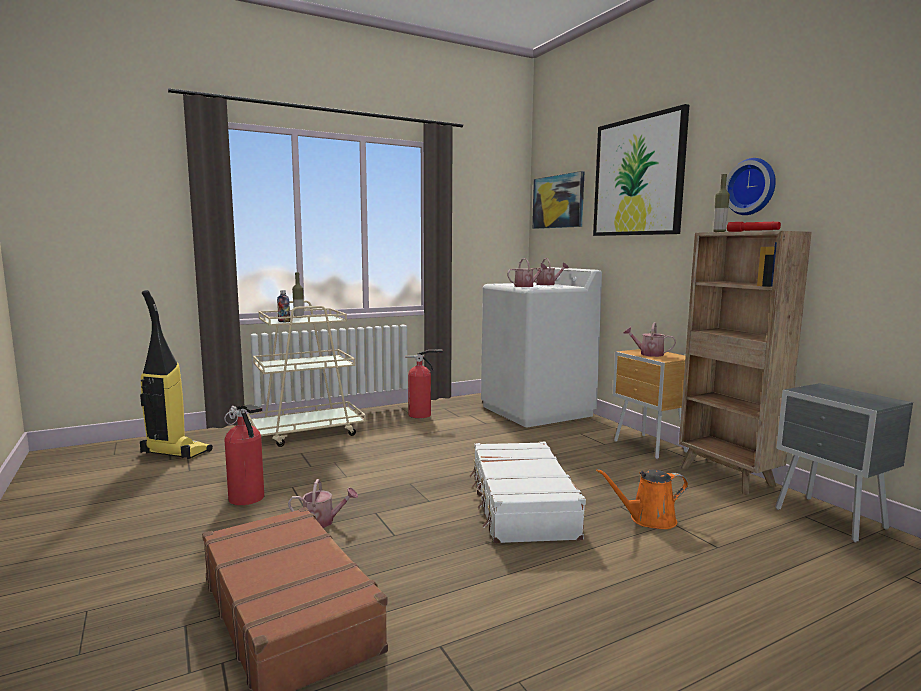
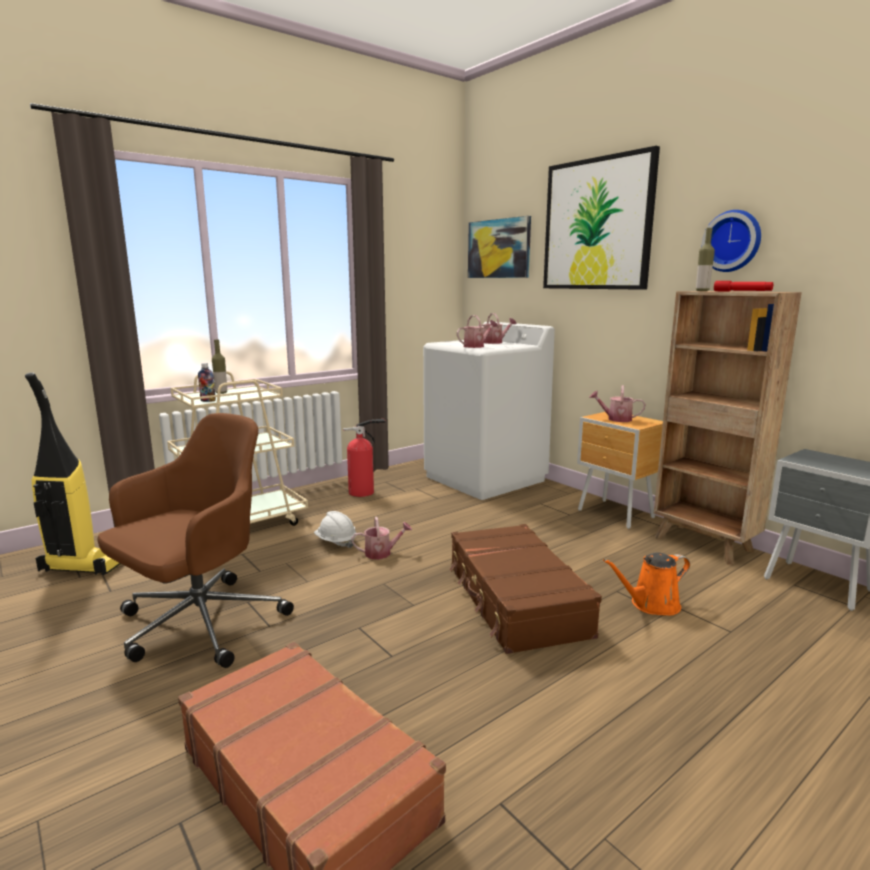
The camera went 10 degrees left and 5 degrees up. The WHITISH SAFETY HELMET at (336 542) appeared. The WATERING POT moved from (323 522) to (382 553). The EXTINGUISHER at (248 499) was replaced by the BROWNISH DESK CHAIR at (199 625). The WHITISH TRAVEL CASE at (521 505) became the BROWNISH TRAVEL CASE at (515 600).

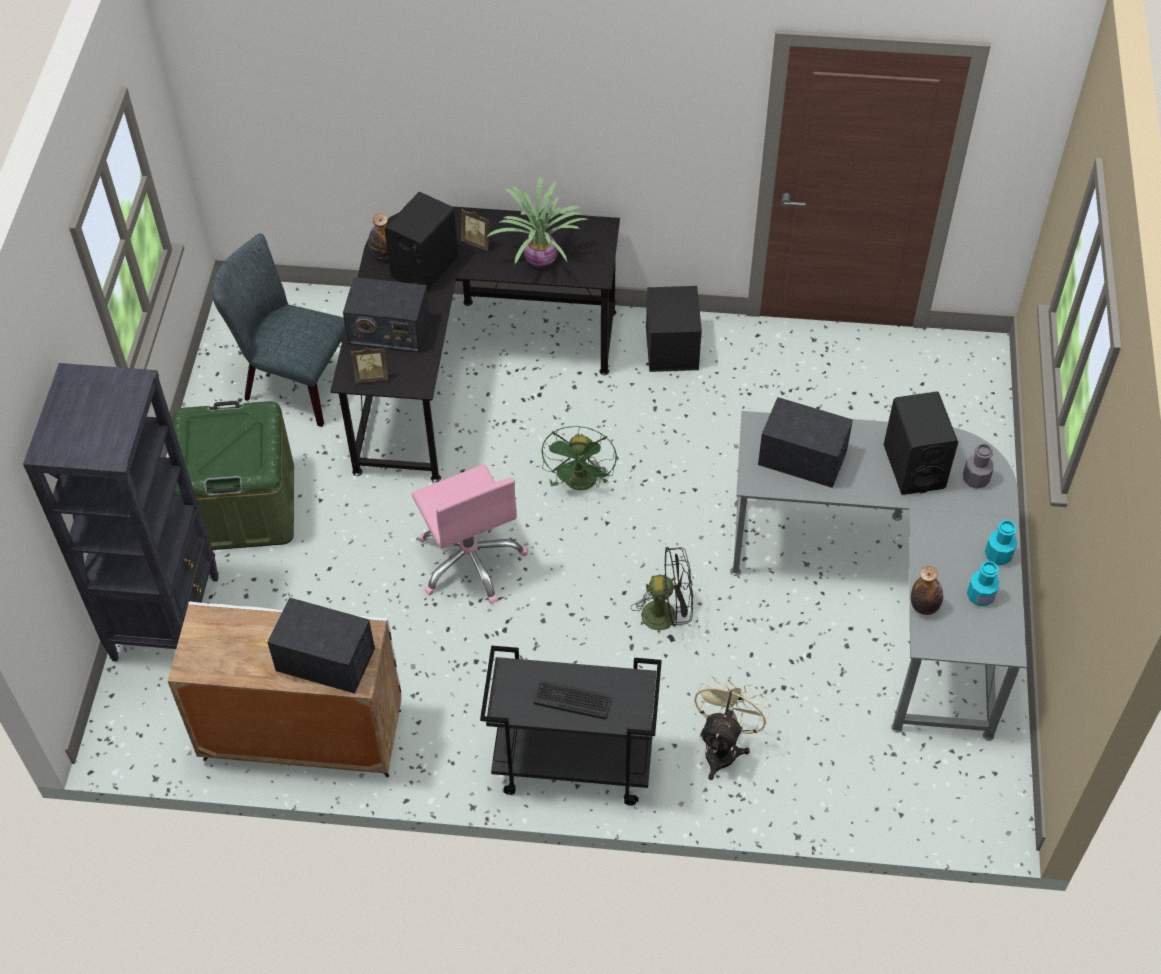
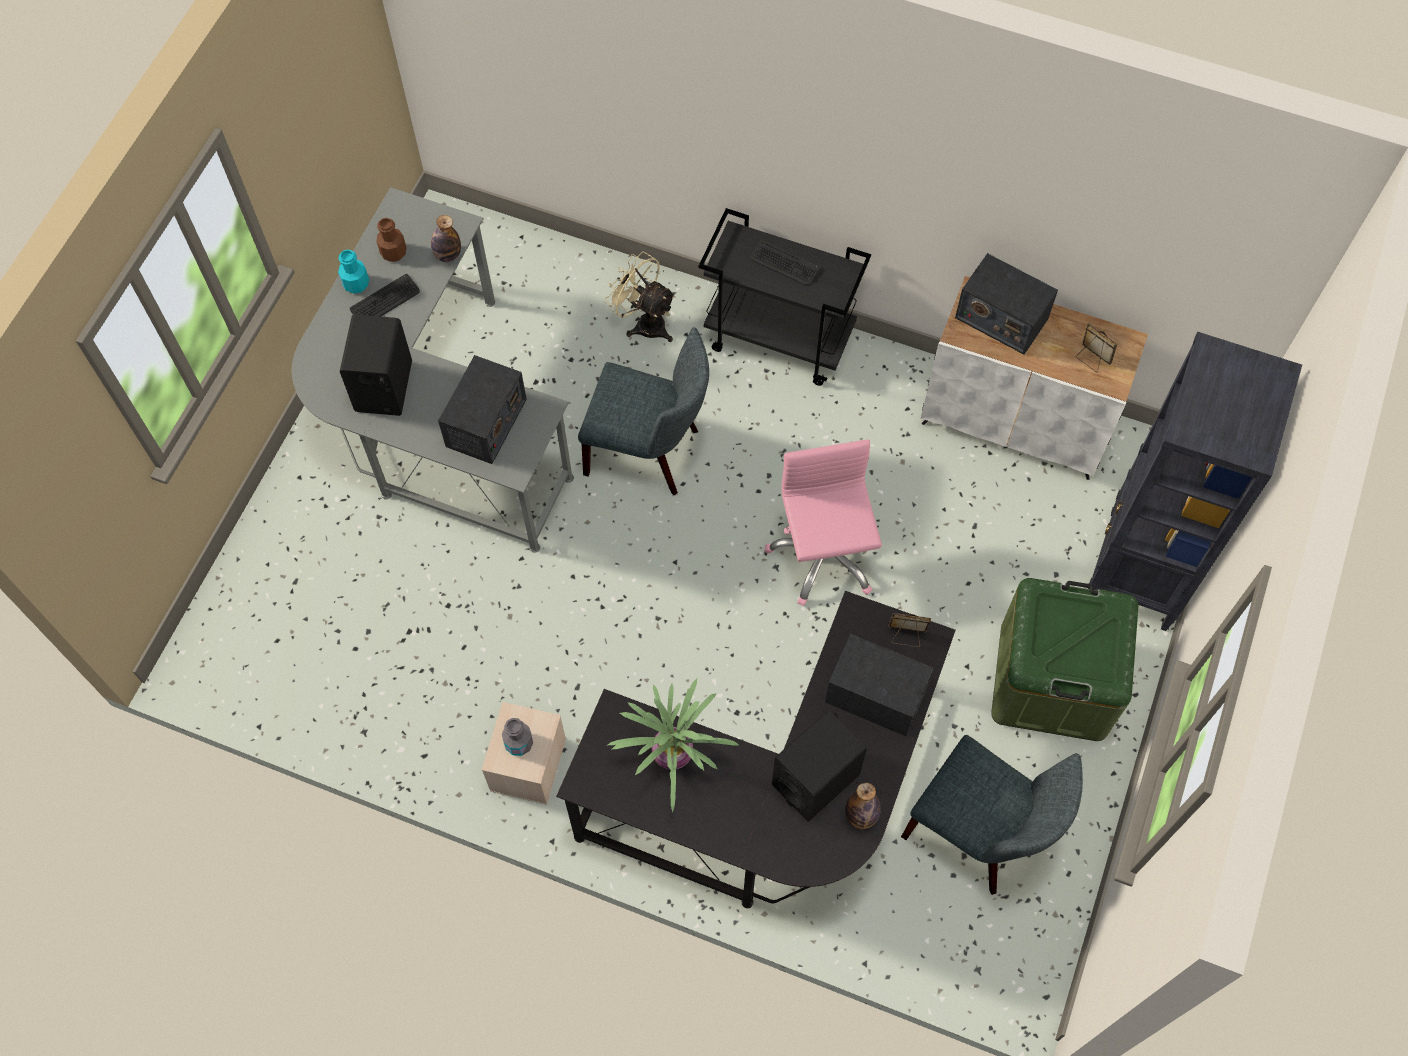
The camera went 165 degrees left and 10 degrees up. The GREENISH COOLING FAN at (581 484) disappeared. The KEYBOARD at (385 301) appeared. The STANDING FRAME moved from (478 242) to (1091 359). The GREY BOTTLE moved from (975 479) to (519 743). The BLACK-COLOURED COOLING FAN at (667 614) was replaced by the GREY PLAIN CHAIR at (649 452). The BLACK-COLOURED STORAGE CONTAINER at (671 347) became the SAND-COLOURED STORAGE CONTAINER at (529 765). The TURQUOISE BOTTLE at (980 596) became the BROWNISH BOTTLE at (393 252). The SAND-COLOURED COOLING FAN at (723 747) turned 90 degrees clockwise. The RADIO RECEIVER at (803 458) turned 105 degrees counterclockwise.

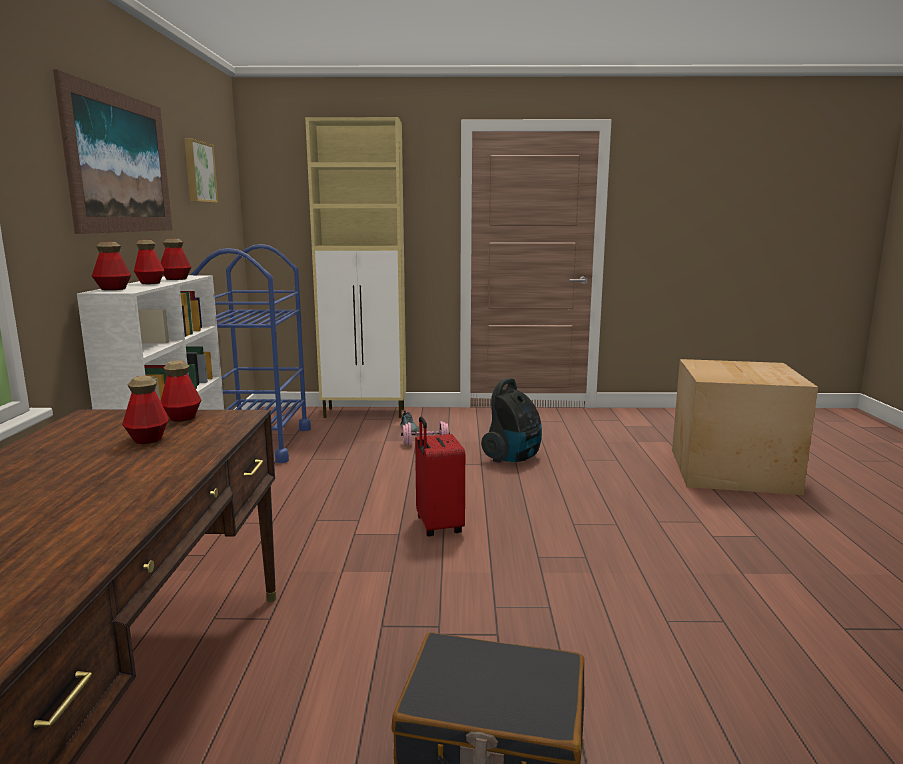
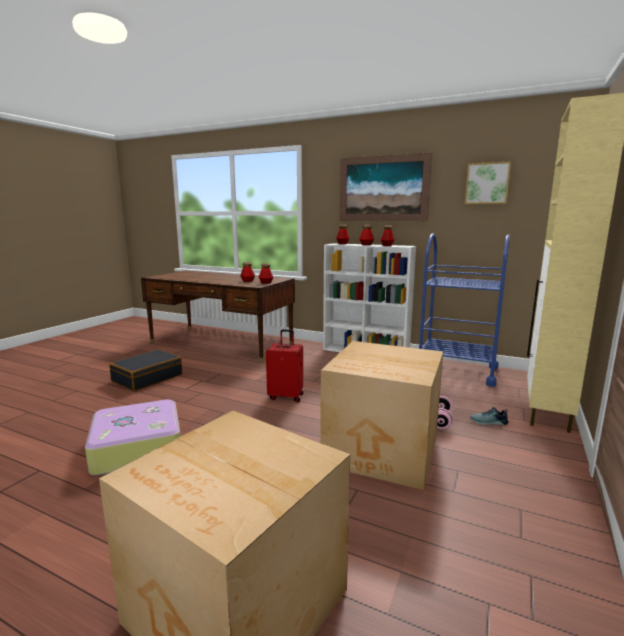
The camera went 115 degrees right and 0 degrees up. The TRAVEL CASE at (137 447) appeared. The HOOVER at (513 458) was replaced by the CARTON at (383 451).

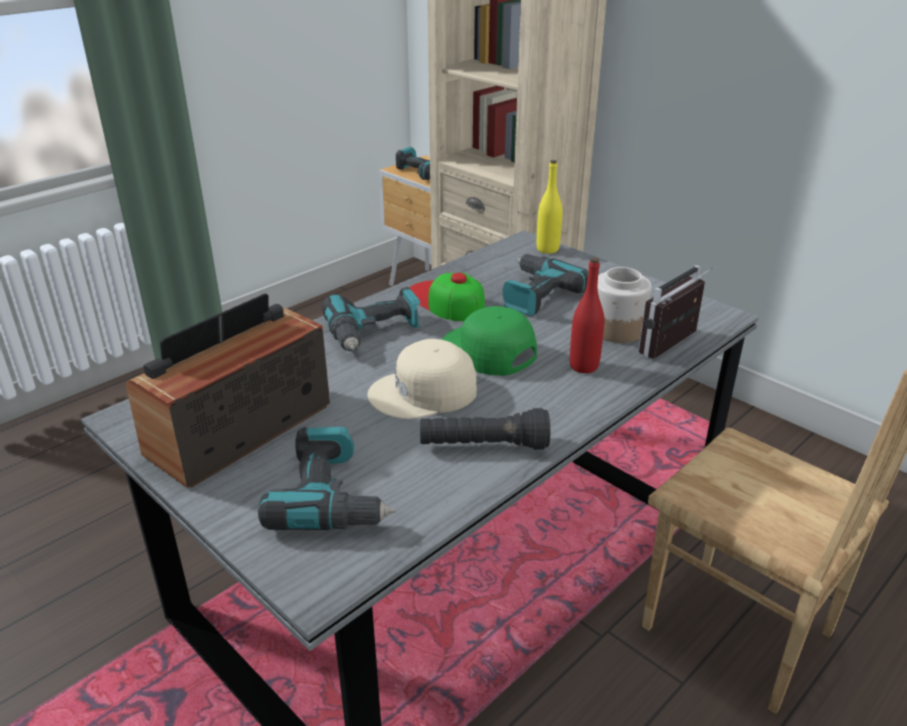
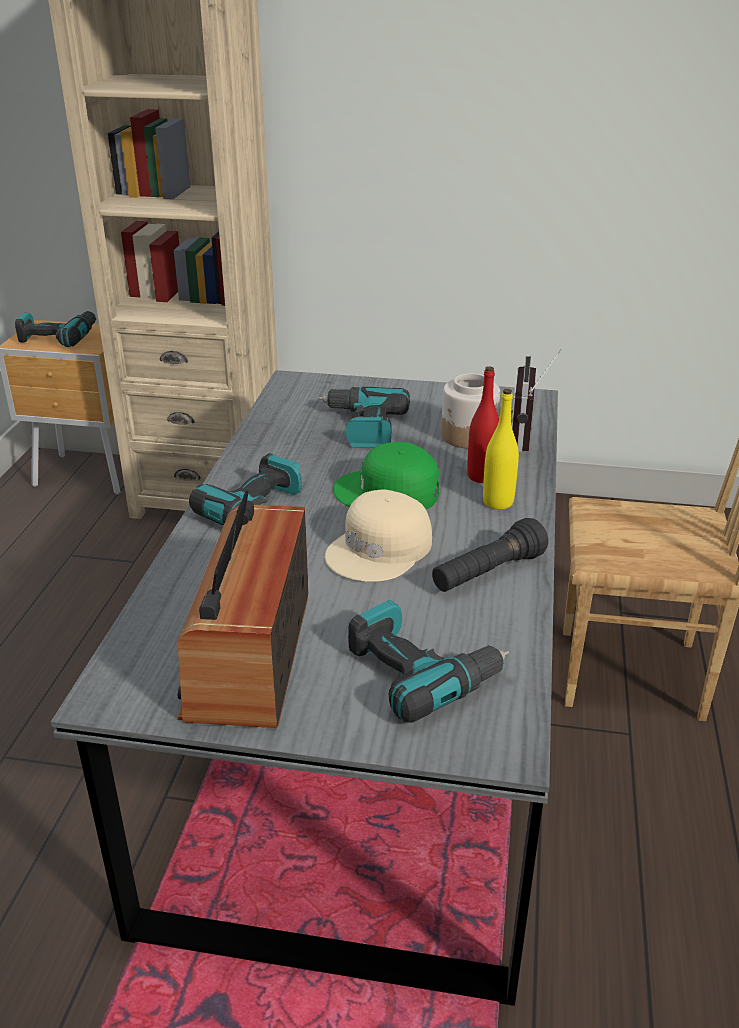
The camera went 35 degrees left and 0 degrees up. The PEAKED CAP at (445 300) disappeared. The YELLOW-COLOURED BOTTLE moved from (547 249) to (498 502).

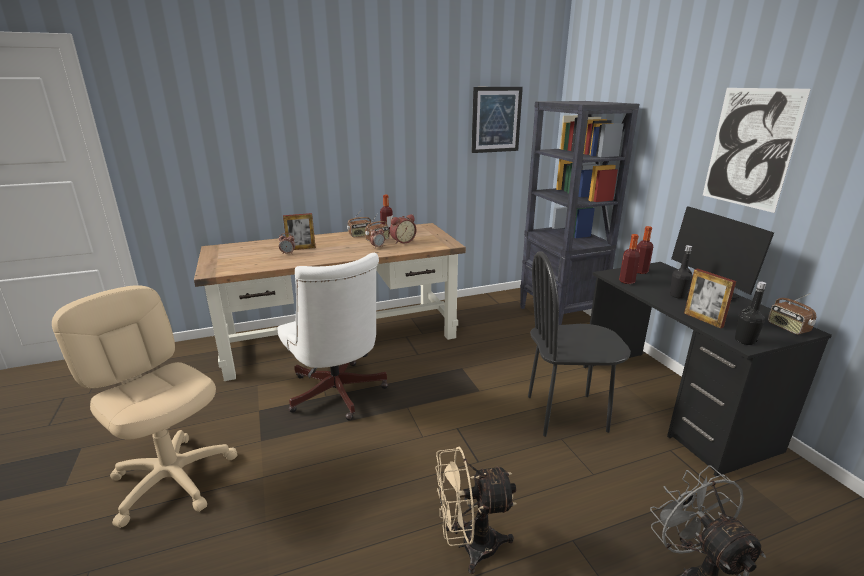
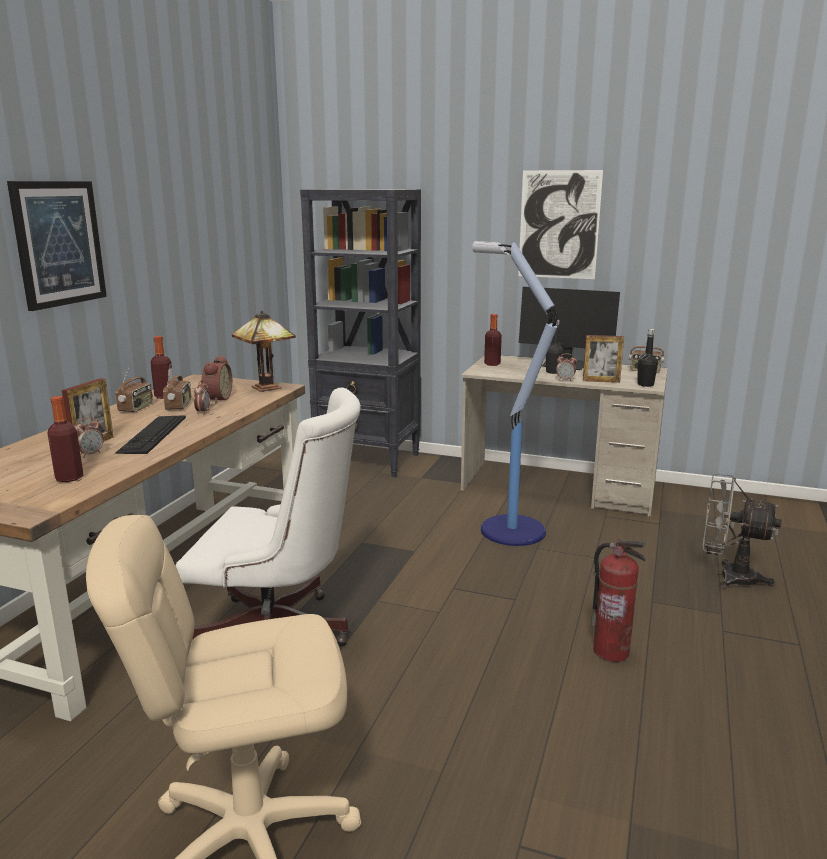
The camera went 50 degrees left and 5 degrees down. The KEYBOARD at (153 434) appeared. The TABLETOP LAMP at (268 388) appeared. The BEDSIDE CLOCK at (565 380) appeared. The WALL ART moved from (496 120) to (58 243). The BOTTLE moved from (626 281) to (69 478). The SAND-COLOURED COOLING FAN at (469 546) was replaced by the EXTINGUISHER at (611 651). The BLACK-COLOURED PLAIN CHAIR at (566 414) was replaced by the STANDING LAMP at (510 530). The BLACK-COLOURED DESK TABLE at (670 405) became the SAND-COLOURED DESK TABLE at (559 488).

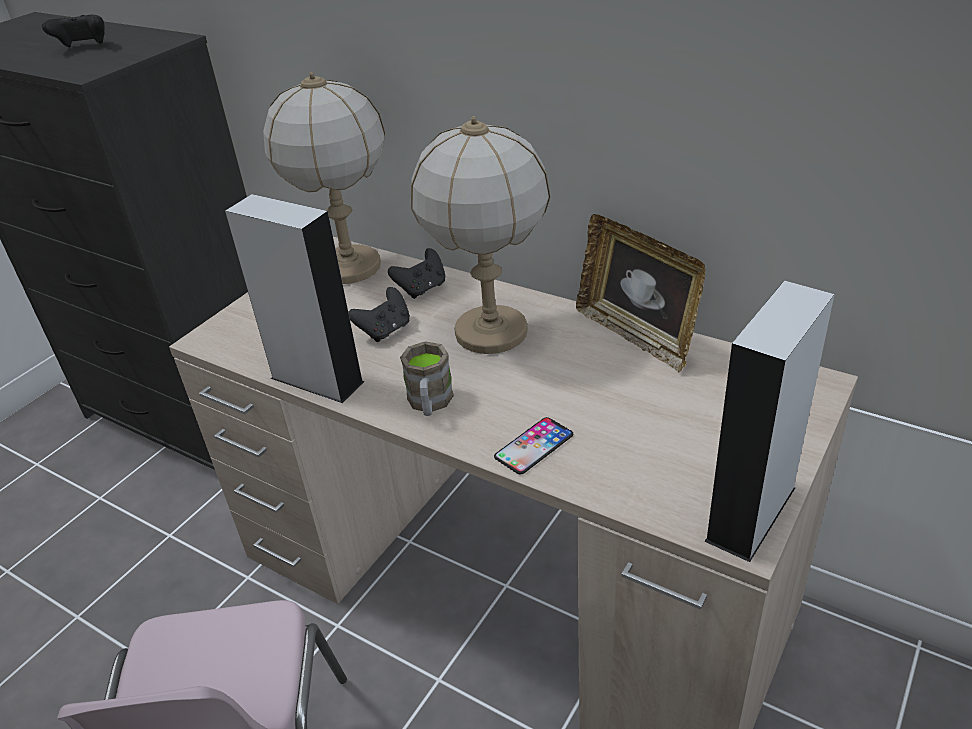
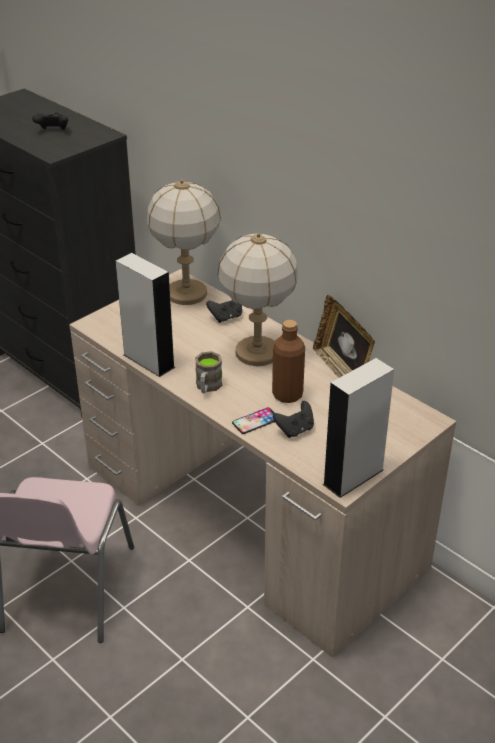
The camera went 10 degrees right and 0 degrees up. The BROWNISH BOTTLE at (287 395) appeared. The BLACK-COLOURED GAME CONTROLLER moved from (385 331) to (295 430).

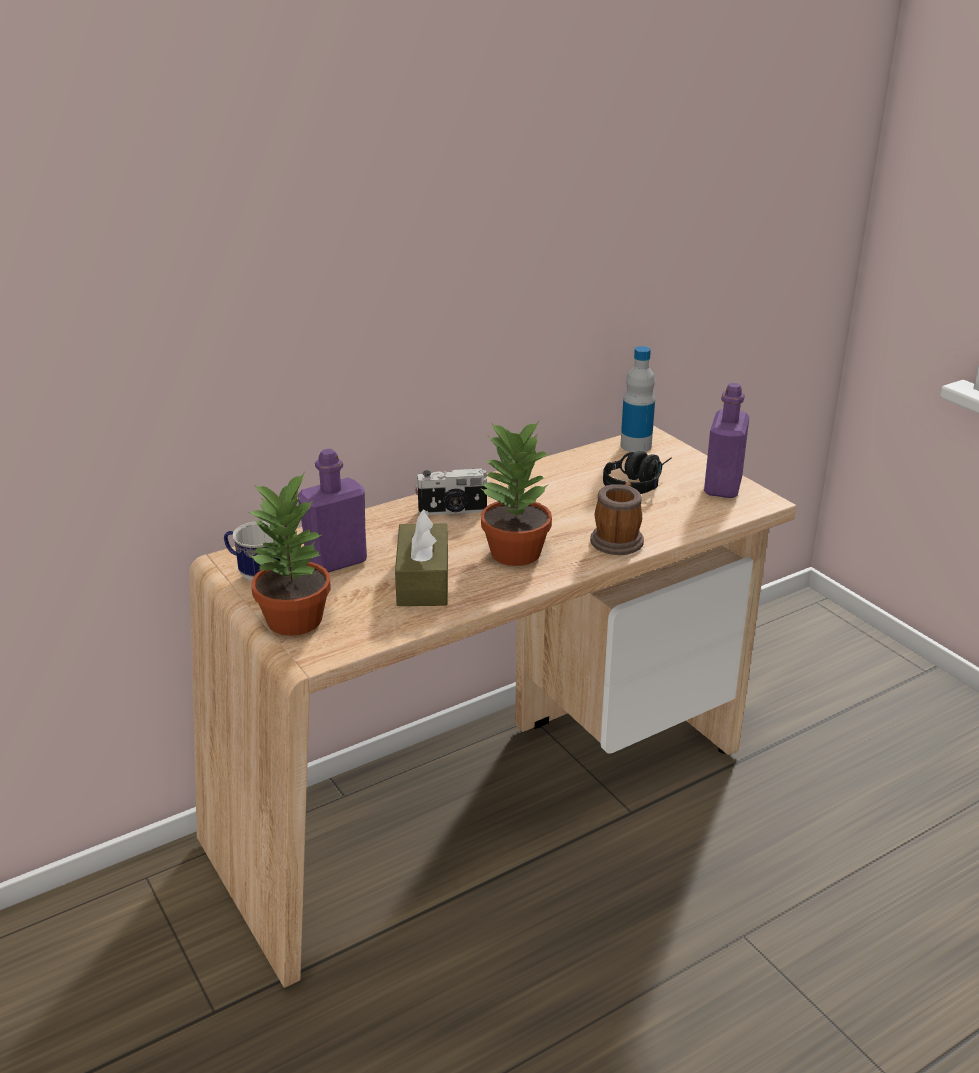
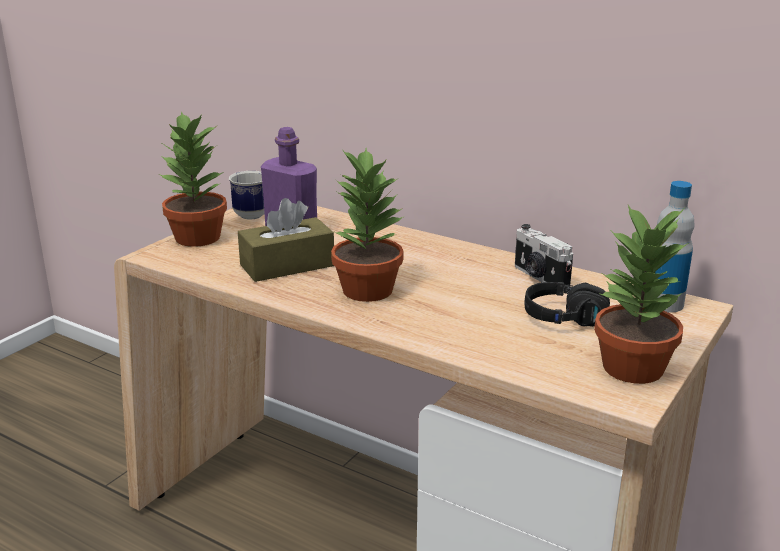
The camera went 65 degrees right and 5 degrees down. The TEA MUG at (618 539) disappeared. The STILL CAMERA moved from (453 511) to (539 277). The PURPLE-COLOURED BOTTLE at (722 487) was replaced by the PLANT IN A POT at (634 369).

